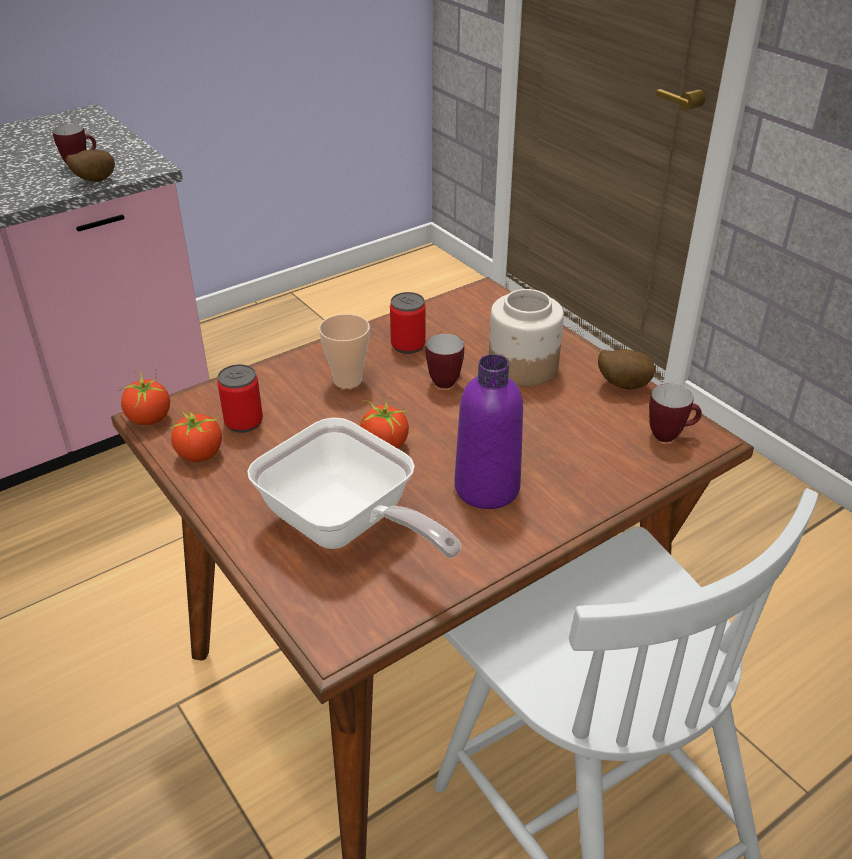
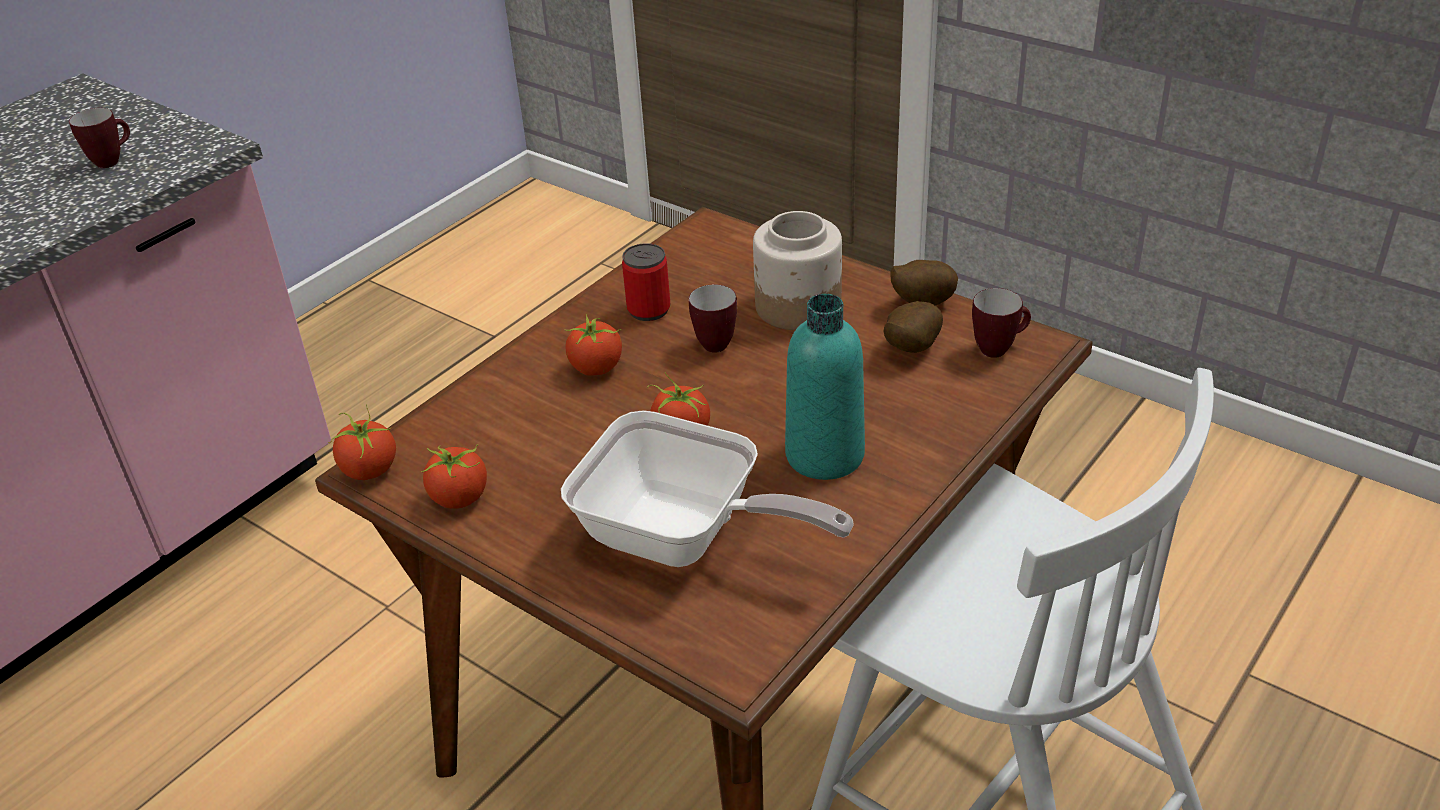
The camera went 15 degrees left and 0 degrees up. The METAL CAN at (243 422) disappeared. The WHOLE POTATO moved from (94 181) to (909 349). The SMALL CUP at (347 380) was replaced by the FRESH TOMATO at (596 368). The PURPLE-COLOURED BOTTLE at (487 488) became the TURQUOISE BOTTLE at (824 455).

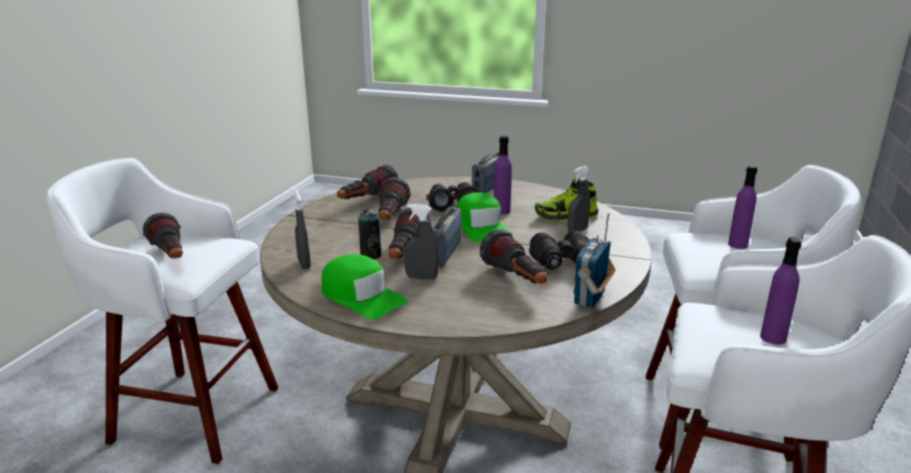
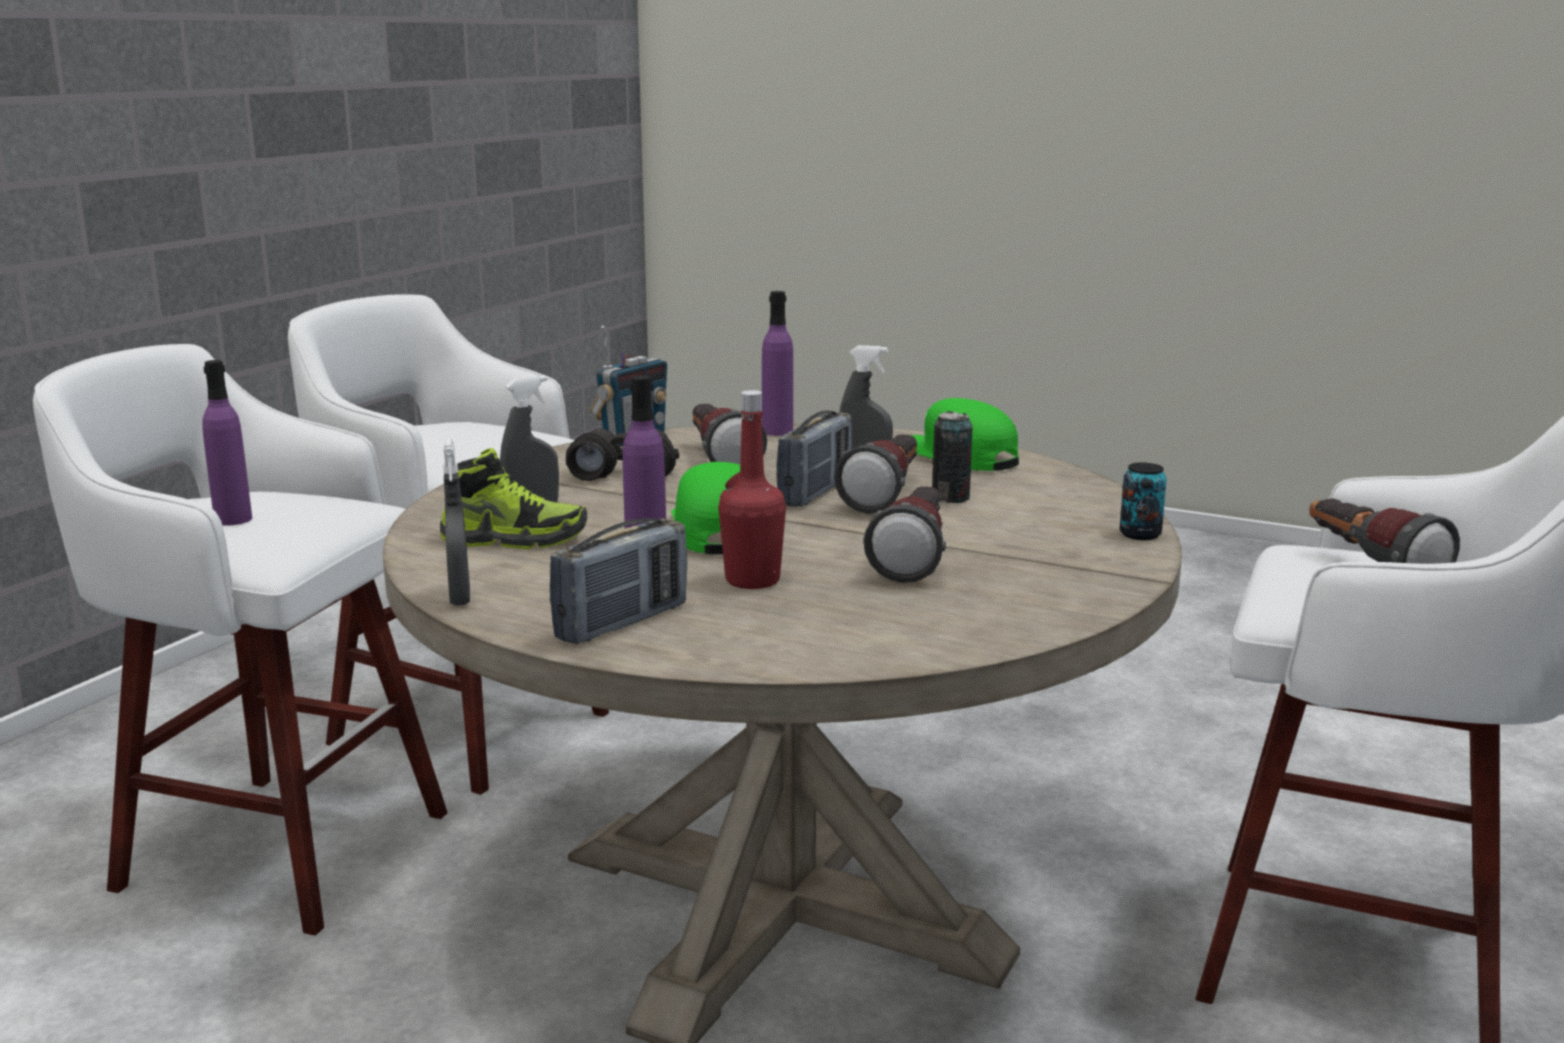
The camera went 170 degrees left and 5 degrees down. The TORCH at (366 201) disappeared. The METAL CAN at (1140 534) appeared. The GREY SPRAY BOTTLE moved from (304 264) to (460 597). The PURPLE-COLOURED BOTTLE moved from (773 338) to (777 431). The BLACK-COLOURED BINOCULARS at (453 205) was replaced by the RED BOTTLE at (752 580).

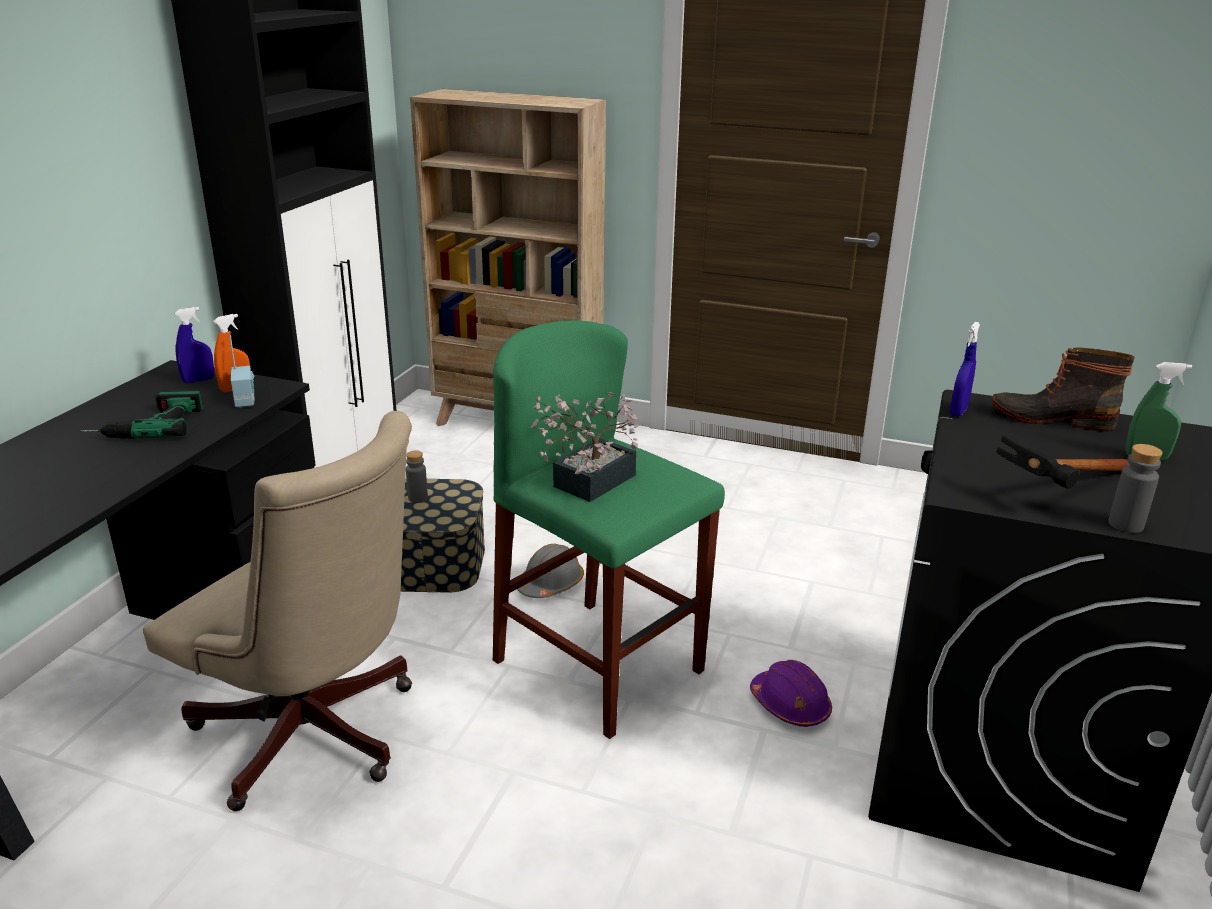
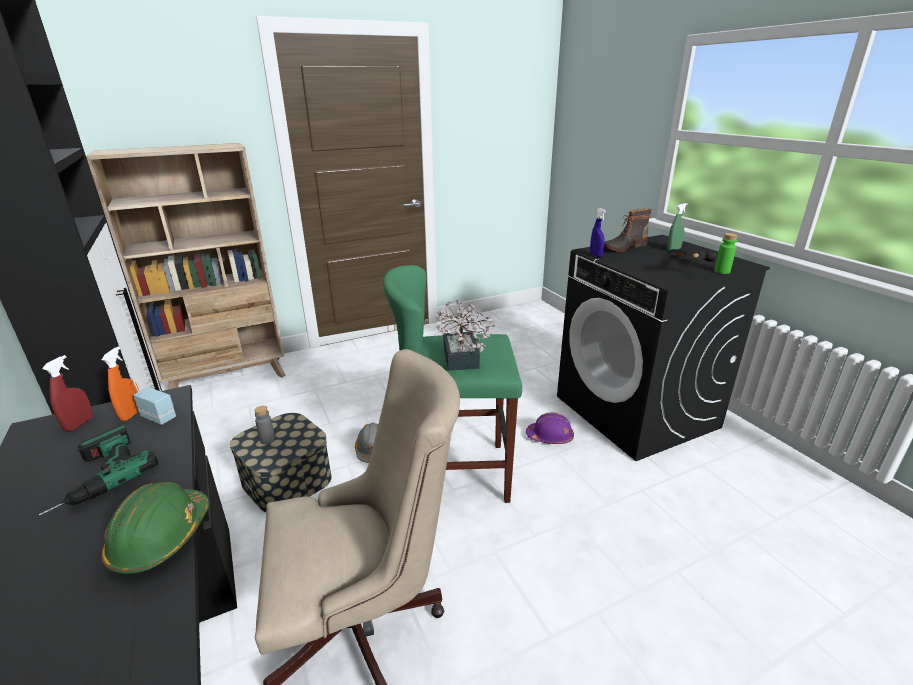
The camera went 45 degrees left and 0 degrees up. The GREENISH SAFETY HELMET at (161 537) appeared. The BLUE-COLOURED SPRAY BOTTLE at (198 380) became the RED SPRAY BOTTLE at (79 424). The GREY BOTTLE at (1125 524) became the GREENISH BOTTLE at (722 271).

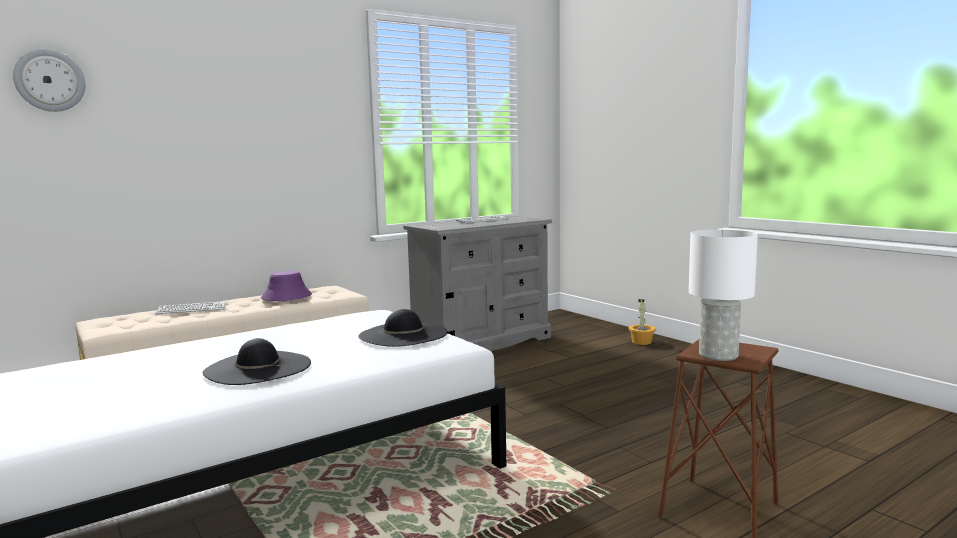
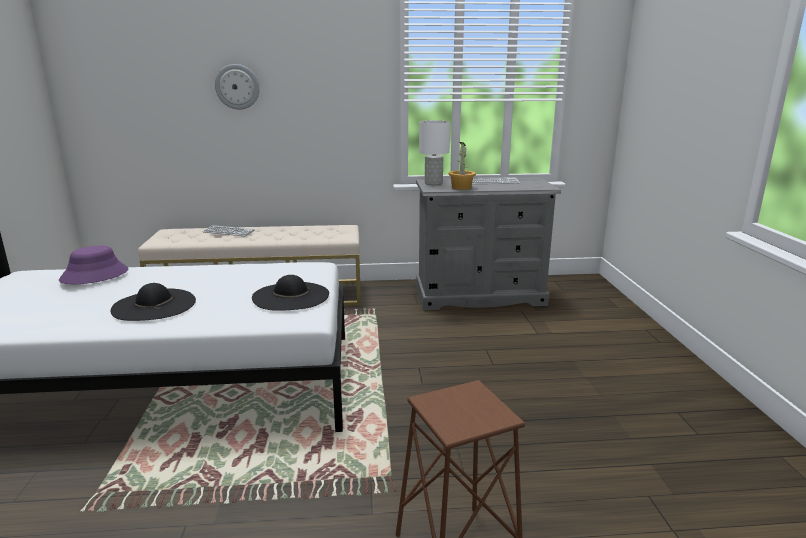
The camera went 30 degrees right and 10 degrees up. The WALL CLOCK moved from (50 80) to (237 87). The PURPLE-COLOURED WEARABLE HAT moved from (286 297) to (94 275). The PLANT IN A POT moved from (641 342) to (461 187). The WHITISH TABLETOP LAMP moved from (717 355) to (433 183).

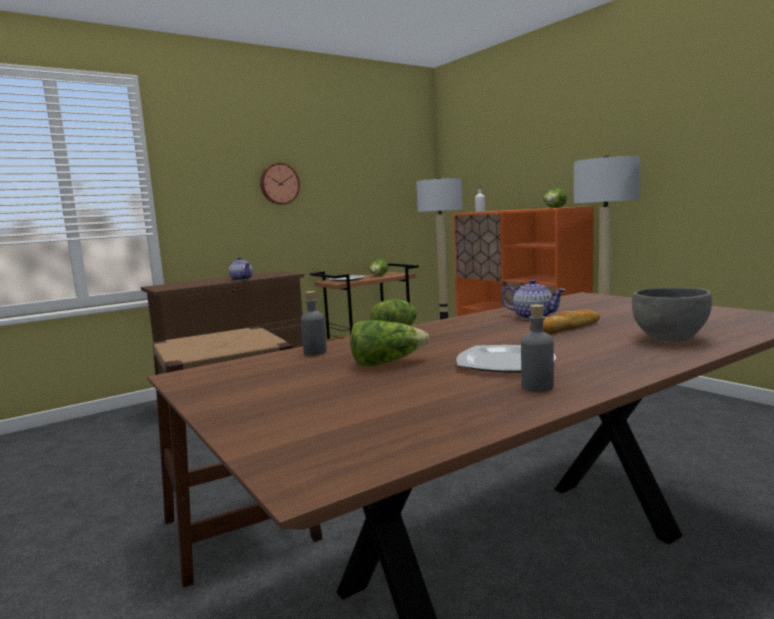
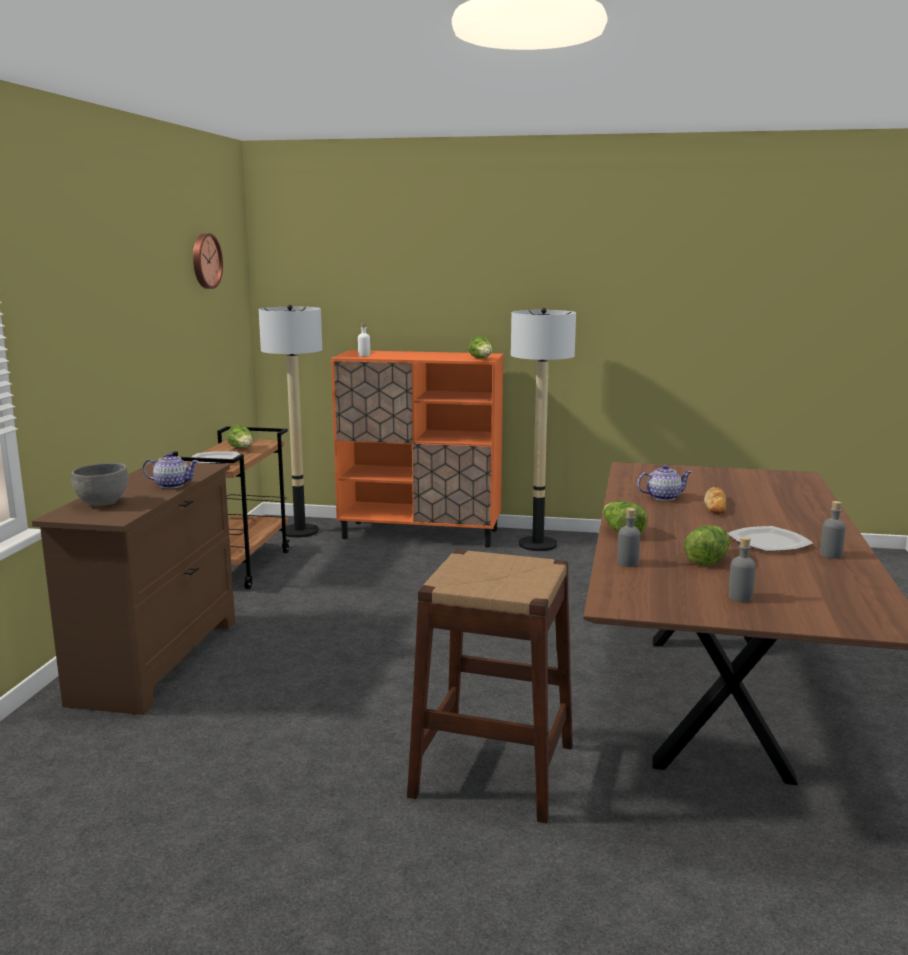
The camera went 45 degrees left and 5 degrees up. The GREY BOTTLE at (740 597) appeared. The WALL CLOCK moved from (279 184) to (205 261). The GREY BOWL moved from (669 338) to (102 503).

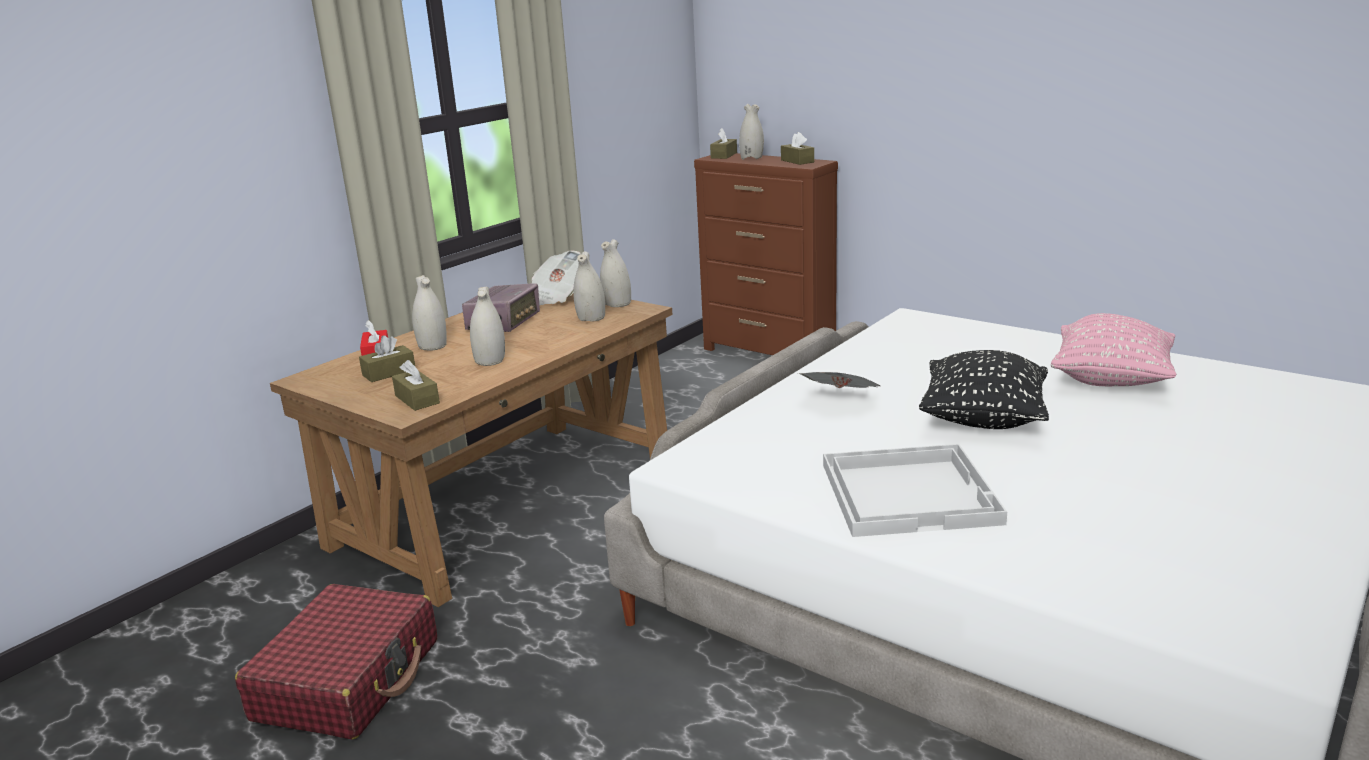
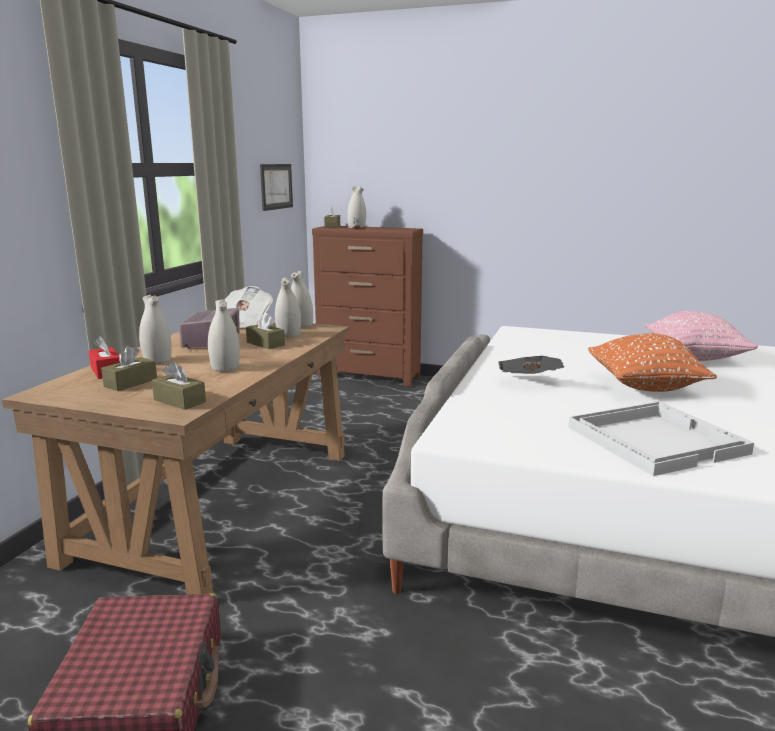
The camera went 20 degrees left and 5 degrees down. The WALL ART at (276 186) appeared. The BROWNISH TISSUE HOLDER moved from (797 161) to (265 344). The BLACK-COLOURED THROW PILLOW at (983 420) became the ORANGE THROW PILLOW at (644 387).

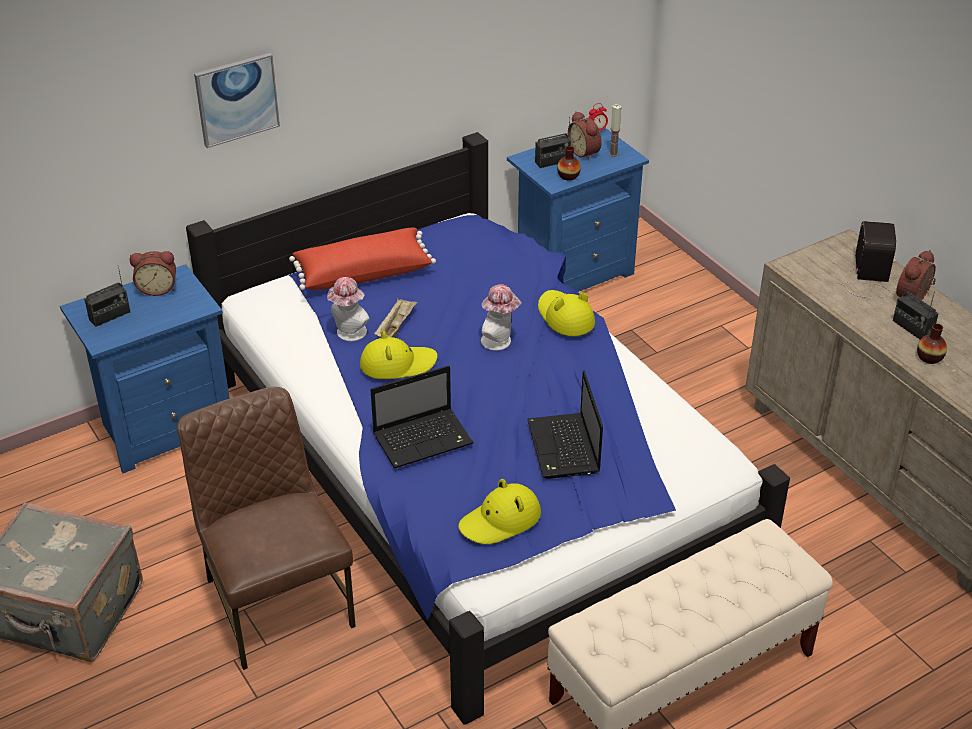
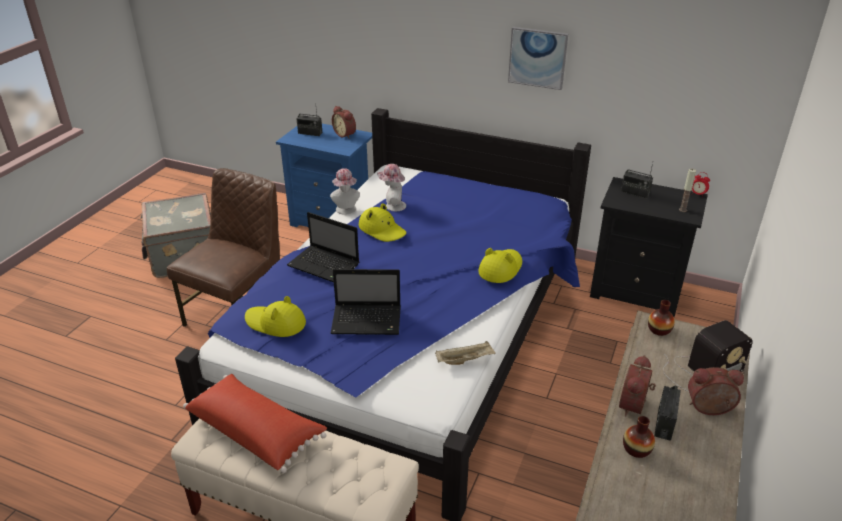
The camera went 55 degrees right and 5 degrees down. The WALL ART moved from (237 99) to (537 58). The RED THROW PILLOW moved from (363 272) to (256 431). The SAND-COLOURED TRAY moved from (396 327) to (465 360). The WEARABLE HAT moved from (500 342) to (346 210). The FLOWER VASE moved from (568 176) to (659 330). The BEDSIDE CLOCK moved from (585 152) to (635 406). The BLUE-COLOURED NIGHTSTAND at (572 272) became the BLACK-COLOURED NIGHTSTAND at (636 291). The PORTABLE COMPUTER at (564 448) turned 135 degrees counterclockwise.

